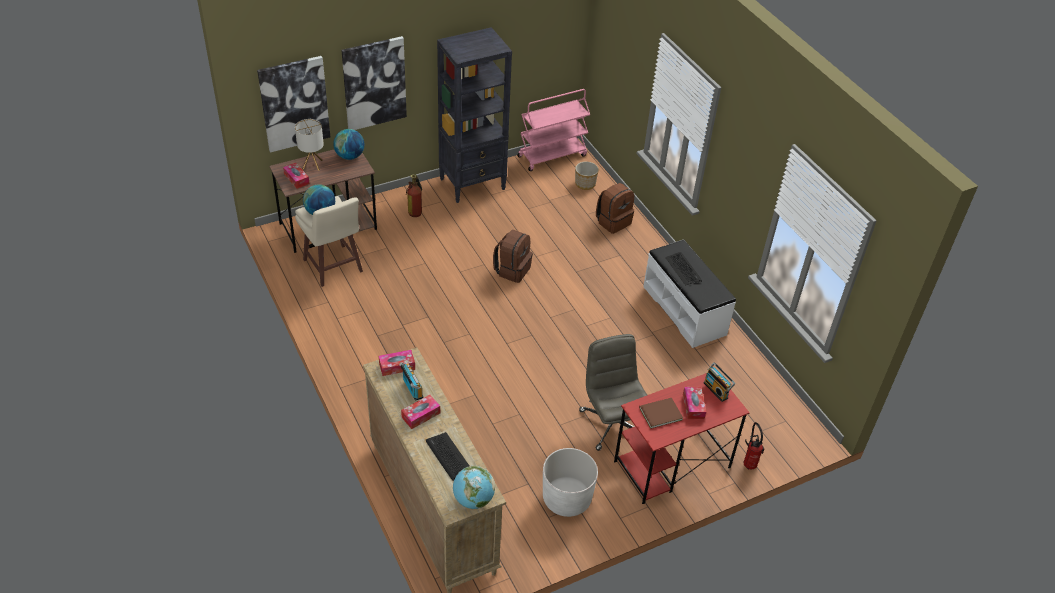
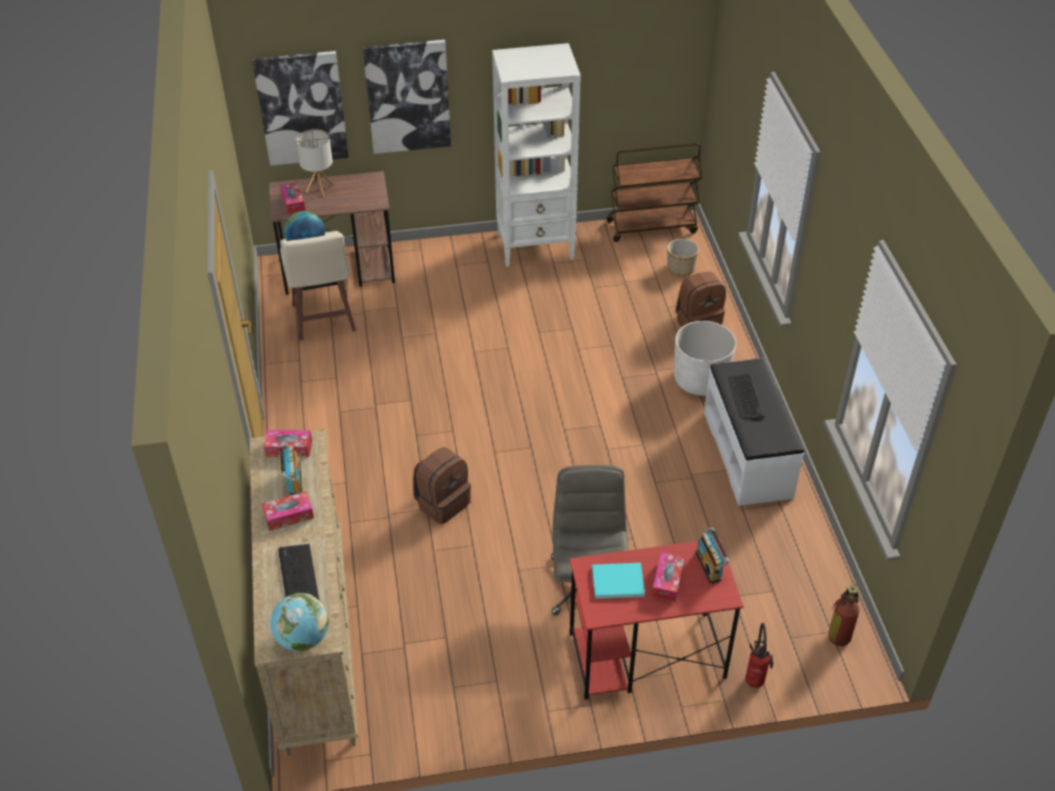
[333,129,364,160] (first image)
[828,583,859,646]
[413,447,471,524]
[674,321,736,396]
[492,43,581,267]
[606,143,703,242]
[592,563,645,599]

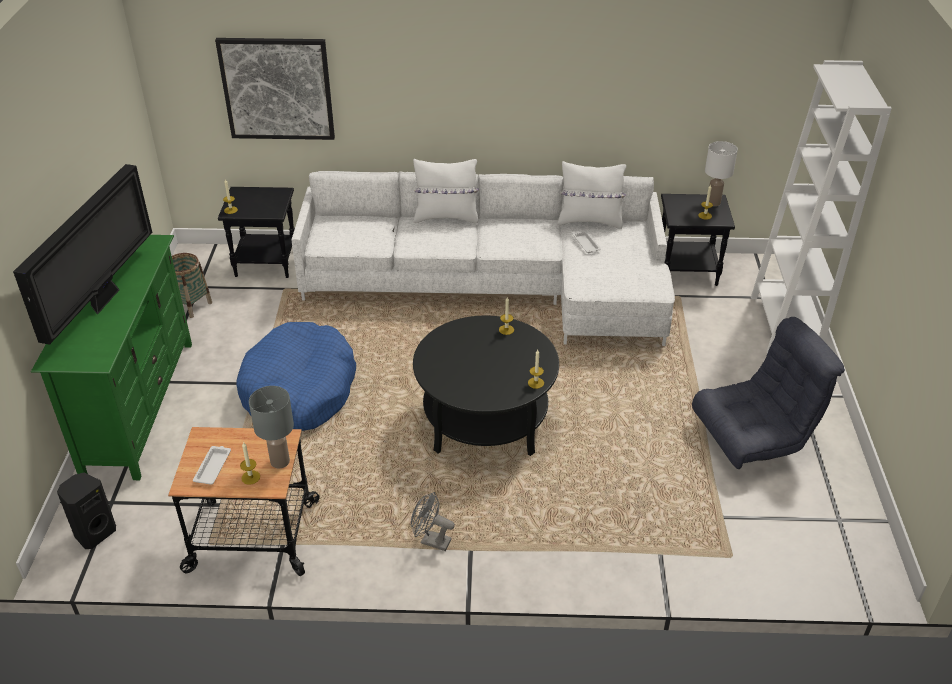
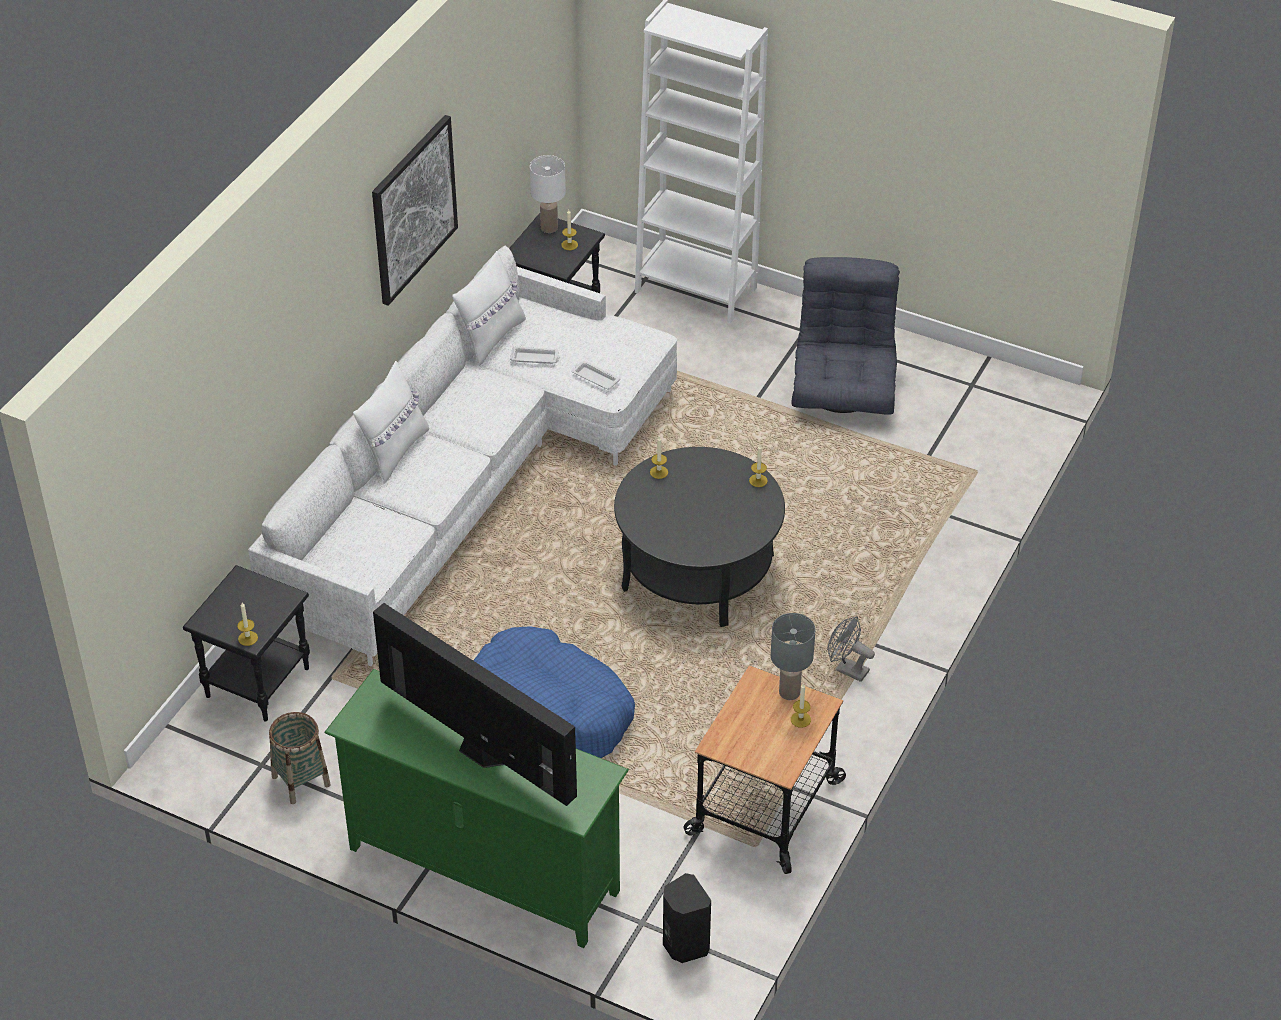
[572,361,620,390]
[372,115,458,306]
[827,617,875,682]

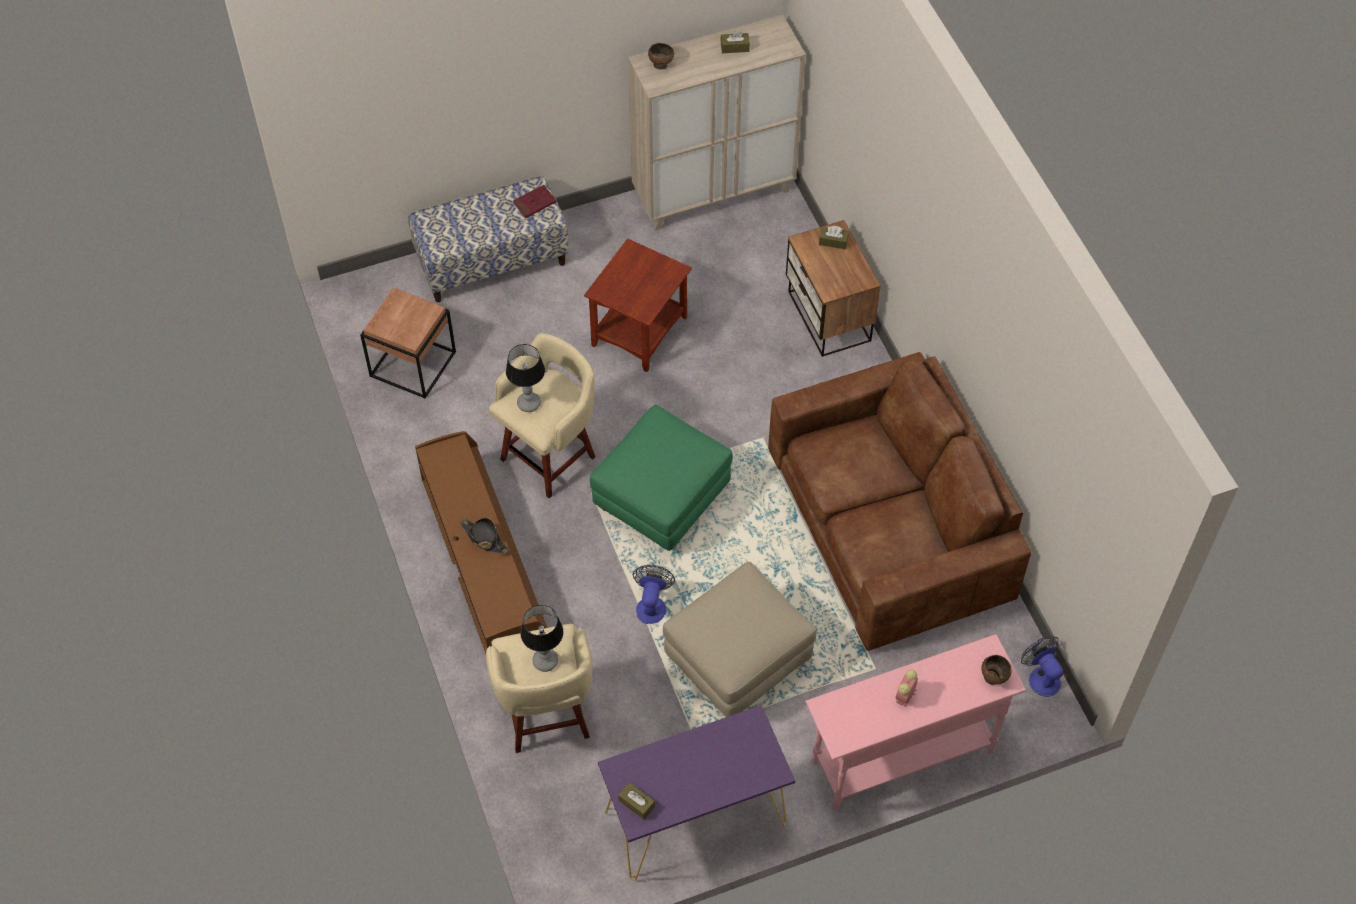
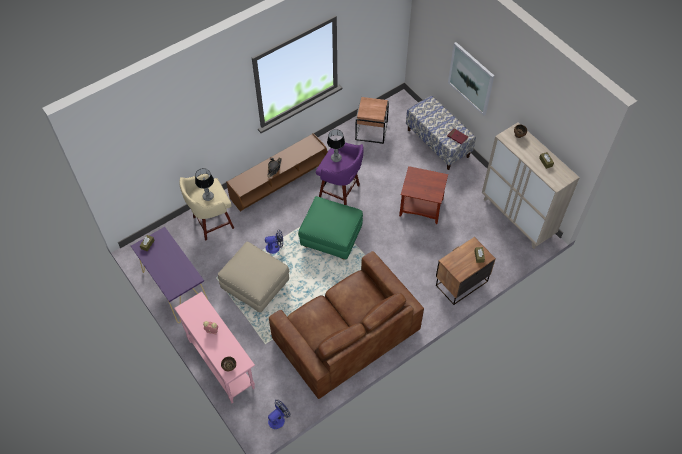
[448,42,494,116]
[316,142,364,205]

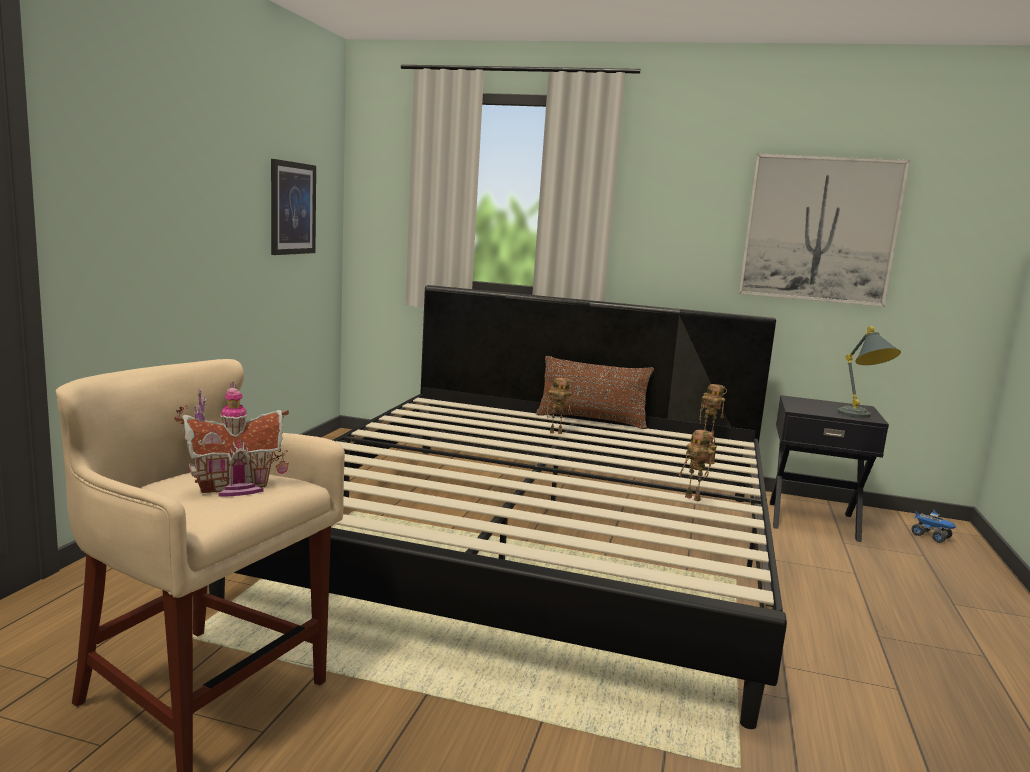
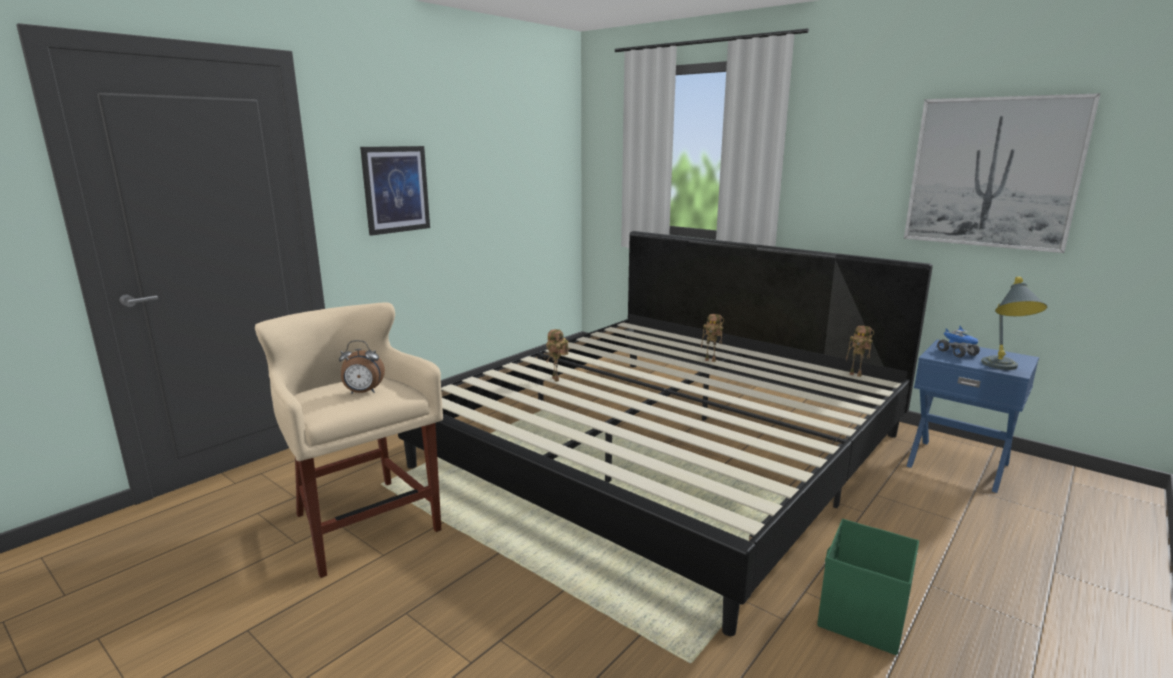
[536,356,654,429] (first image)
[817,519,919,655]
[360,146,430,236]
[545,329,569,382]
[937,326,980,358]
[339,340,385,394]
[906,339,1039,493]

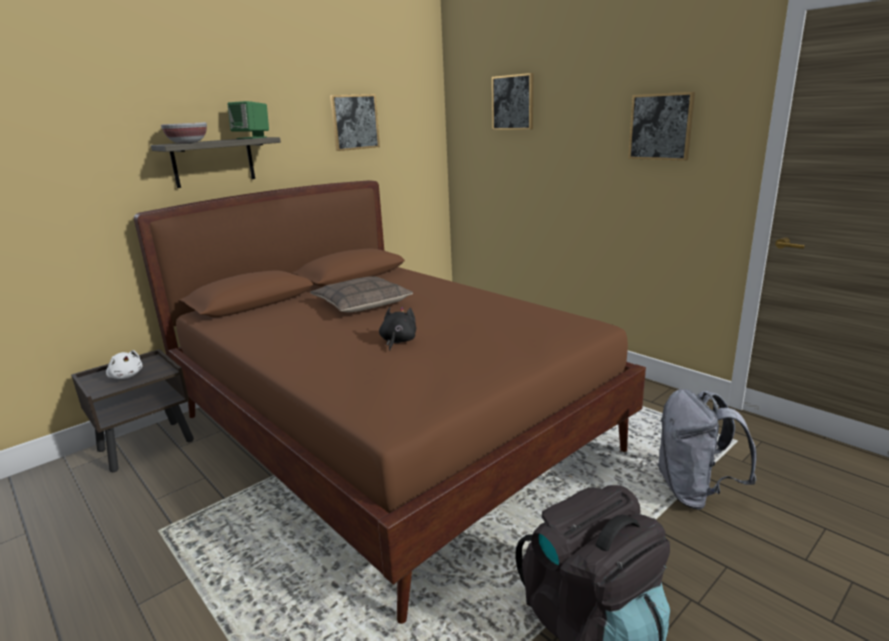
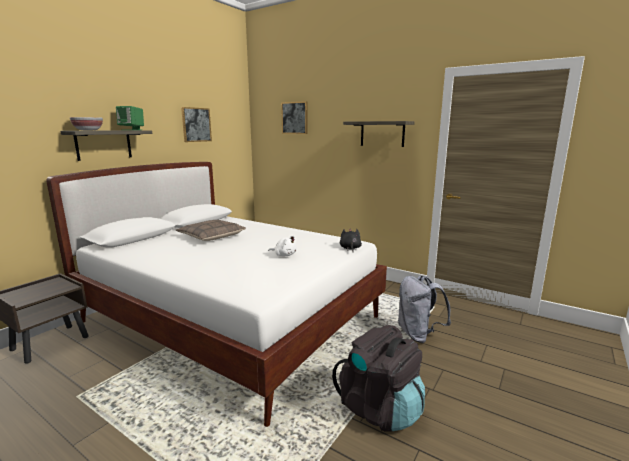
[268,236,297,256]
[340,229,362,252]
[343,121,414,147]
[46,162,387,427]

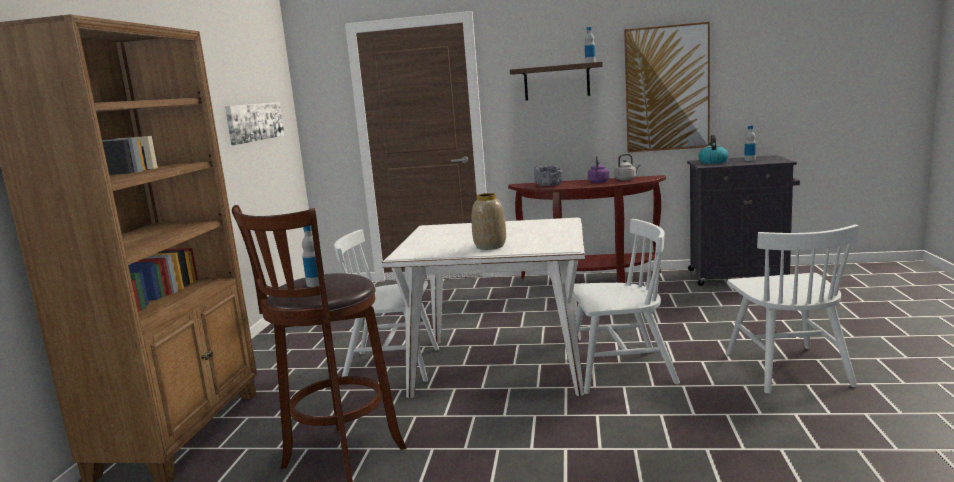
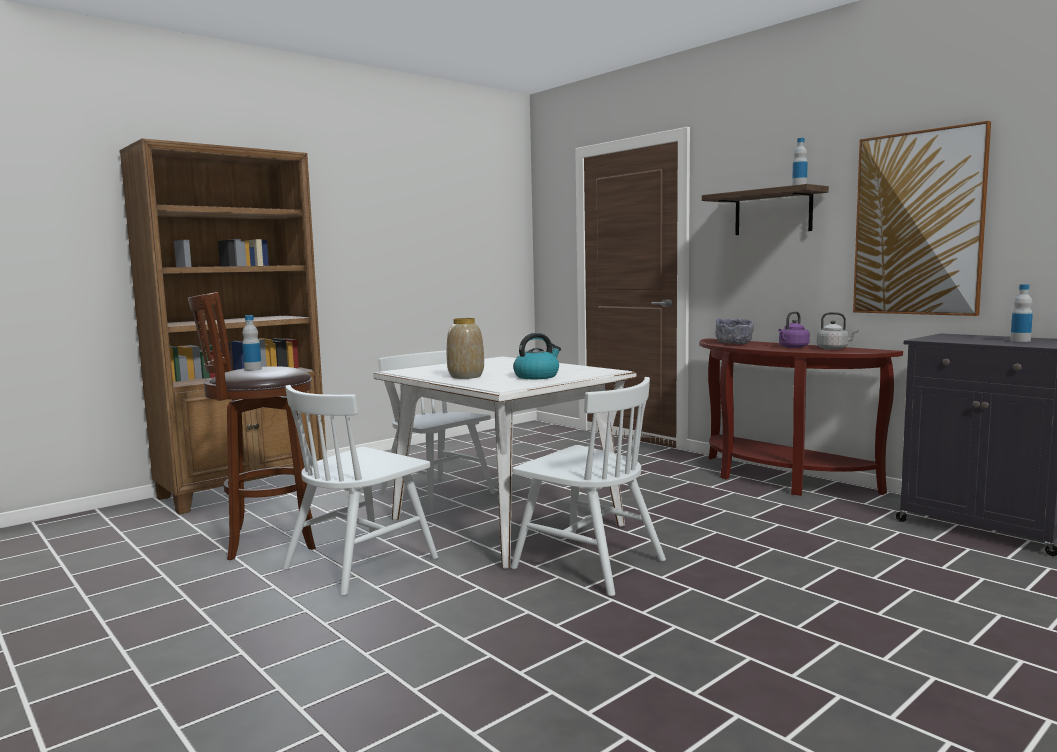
[225,102,284,145] (first image)
[513,333,561,379]
[282,385,438,596]

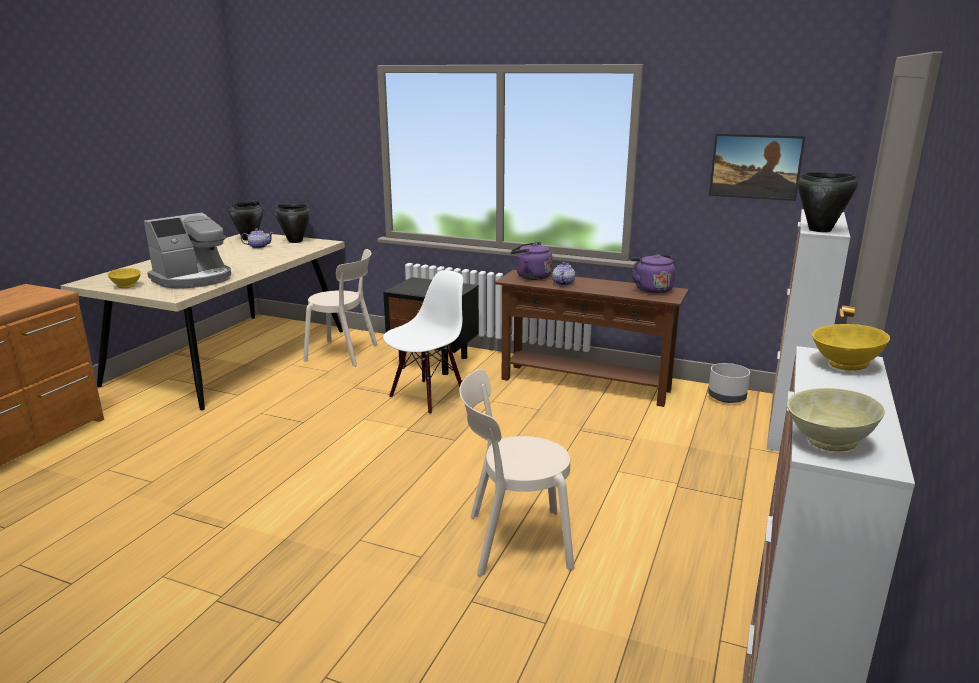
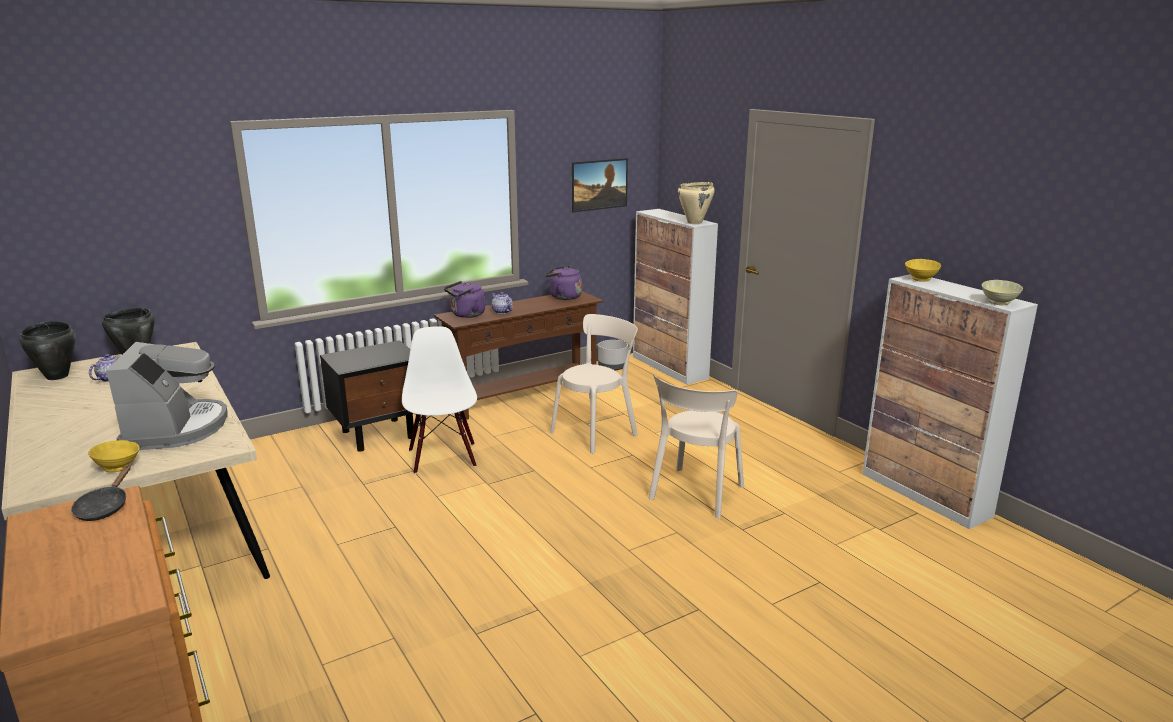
[71,466,131,521]
[550,314,638,454]
[678,182,715,224]

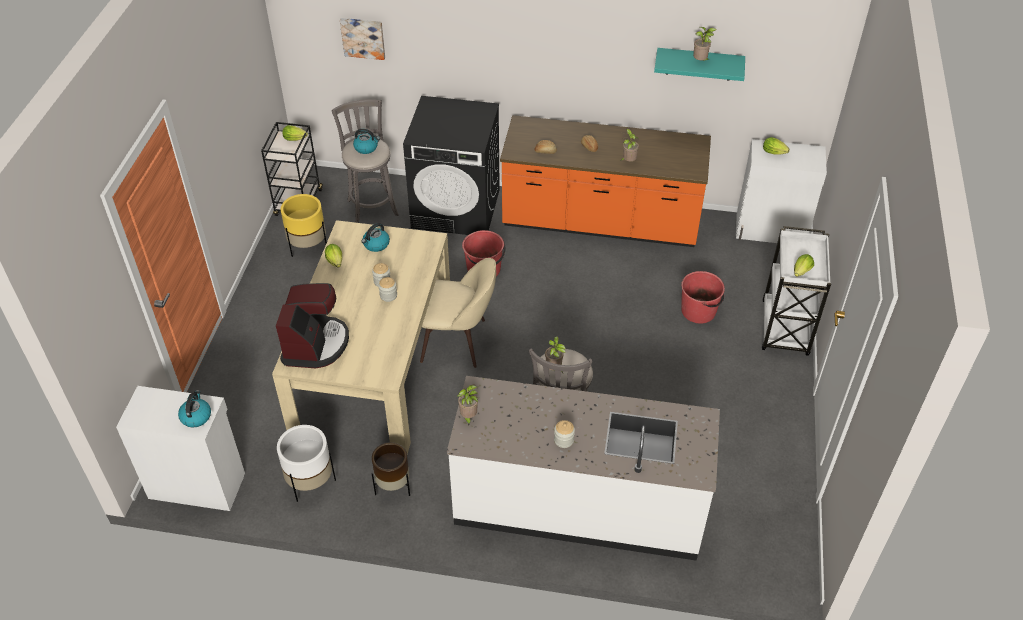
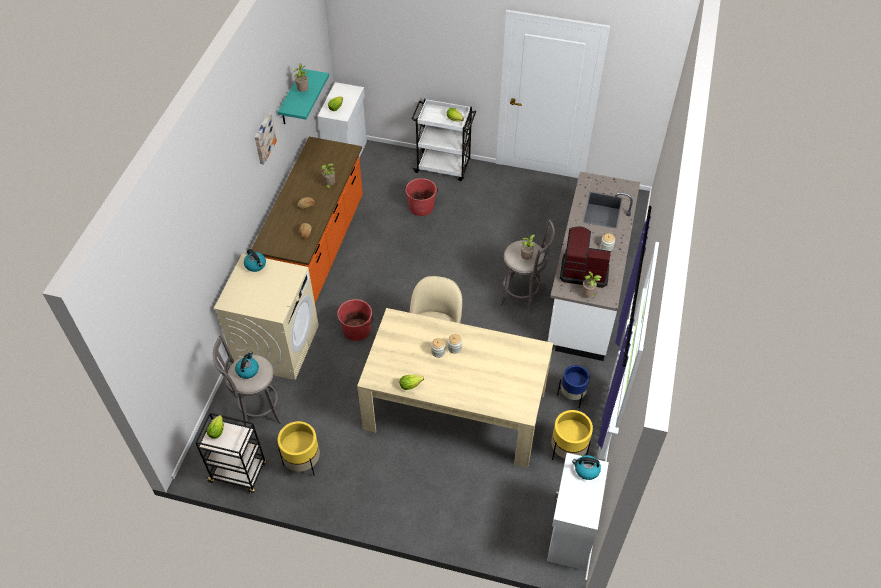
[560,226,611,288]
[255,113,277,165]
[244,249,266,272]
[551,410,593,460]
[557,365,590,408]
[214,254,319,380]

